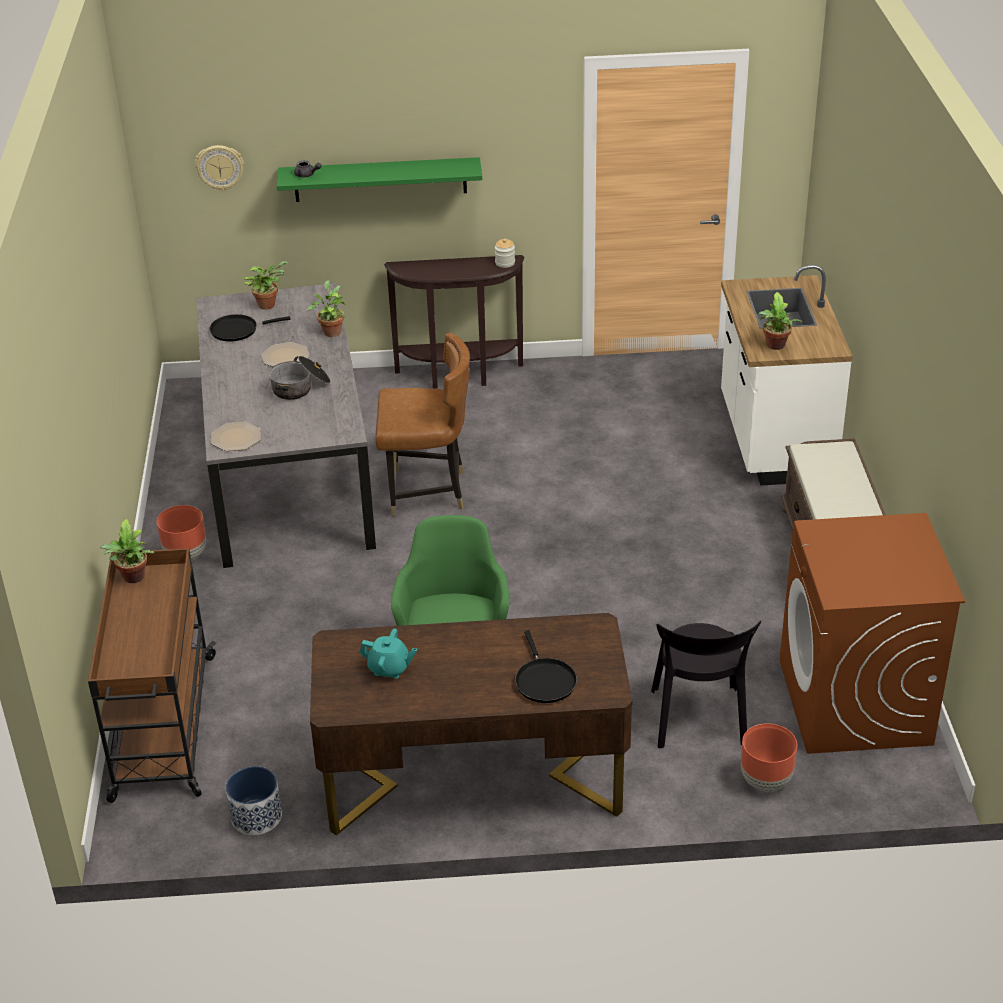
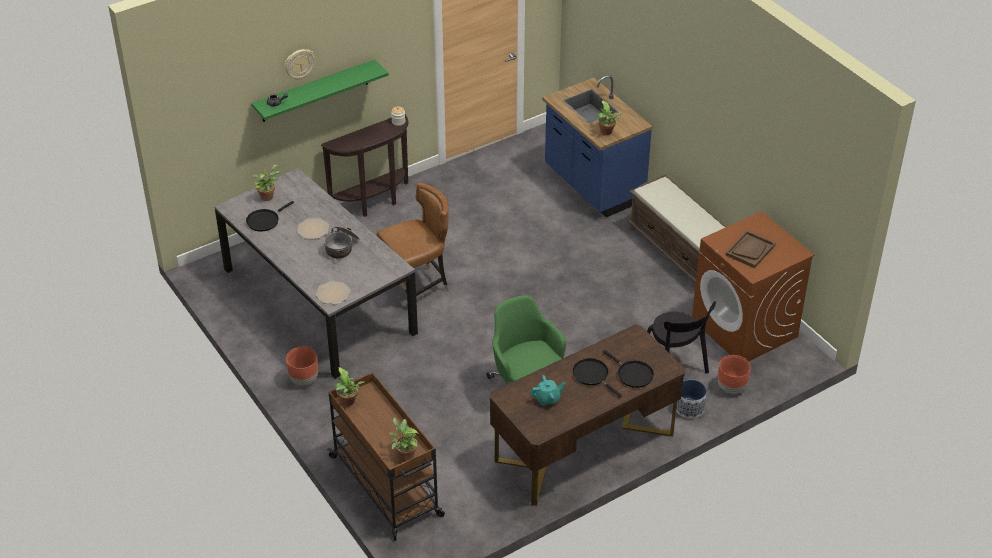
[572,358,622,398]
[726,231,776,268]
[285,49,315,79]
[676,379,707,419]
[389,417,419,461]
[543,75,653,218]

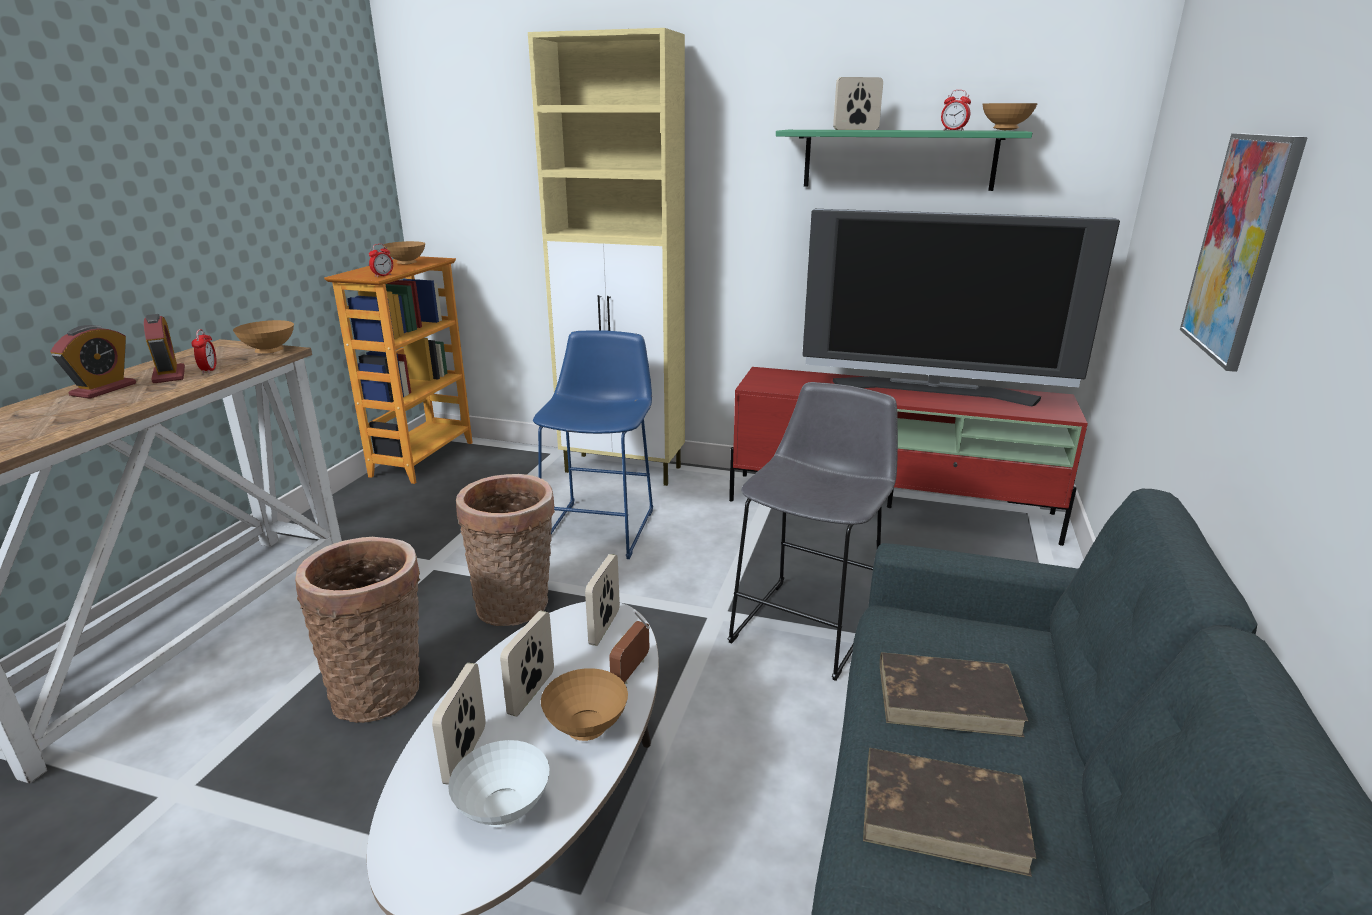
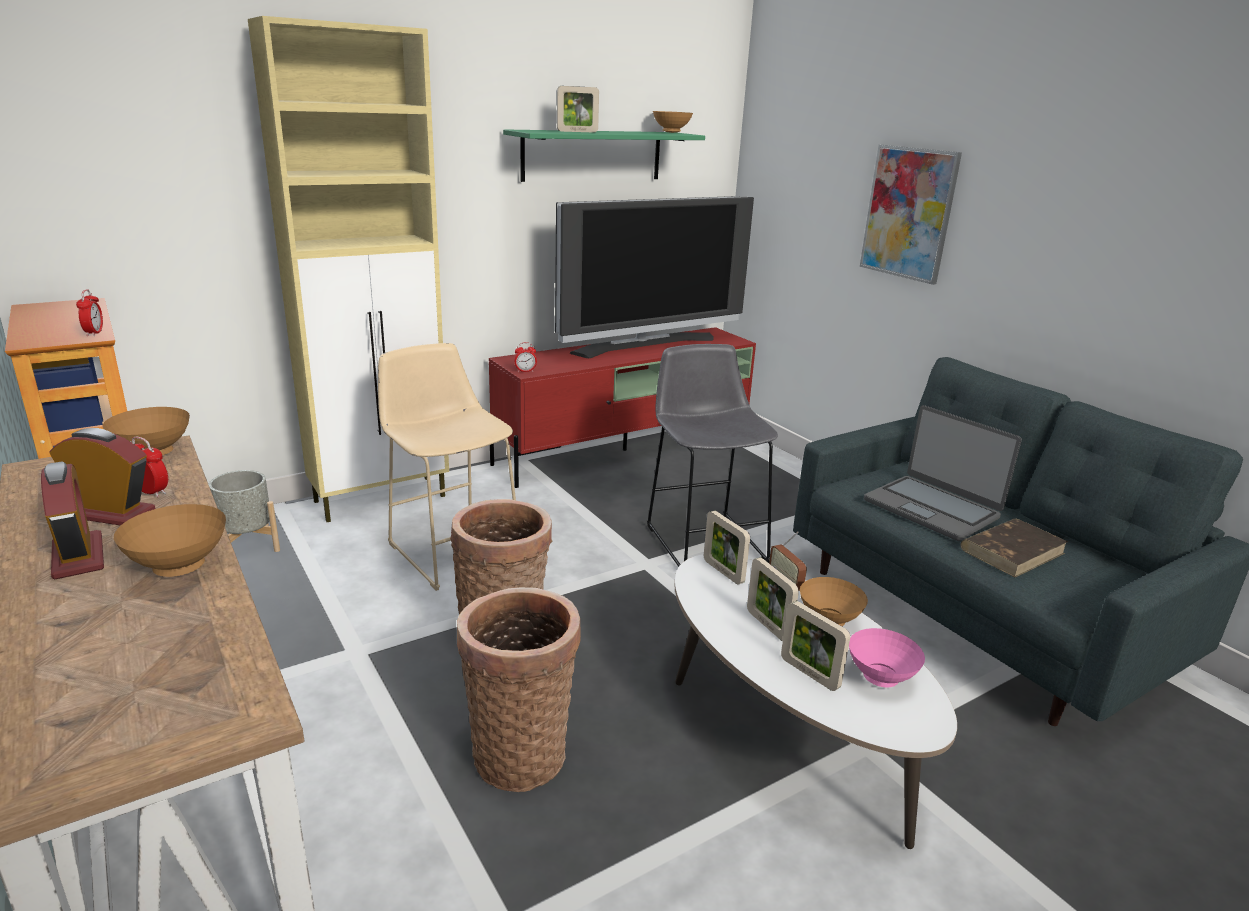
[209,470,280,552]
[114,504,226,577]
[514,342,537,372]
[864,405,1022,541]
[849,628,925,687]
[378,343,516,591]
[557,86,599,132]

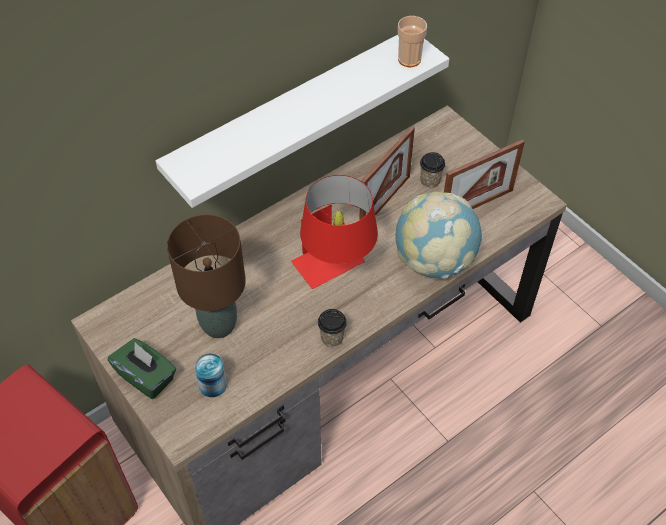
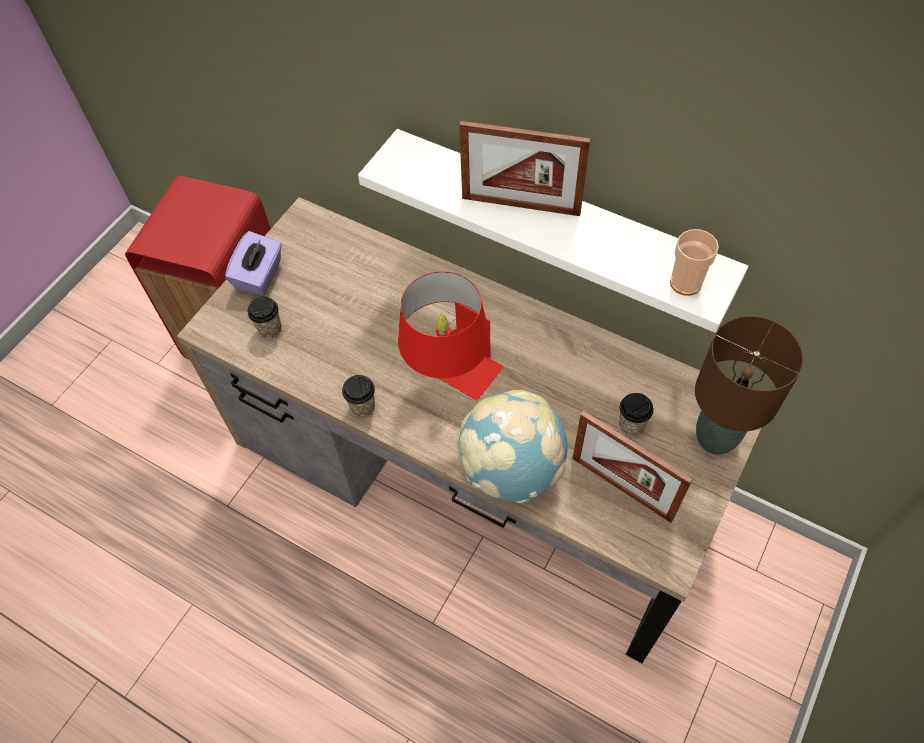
[695,316,804,455]
[459,121,590,216]
[248,296,281,338]
[225,231,282,295]

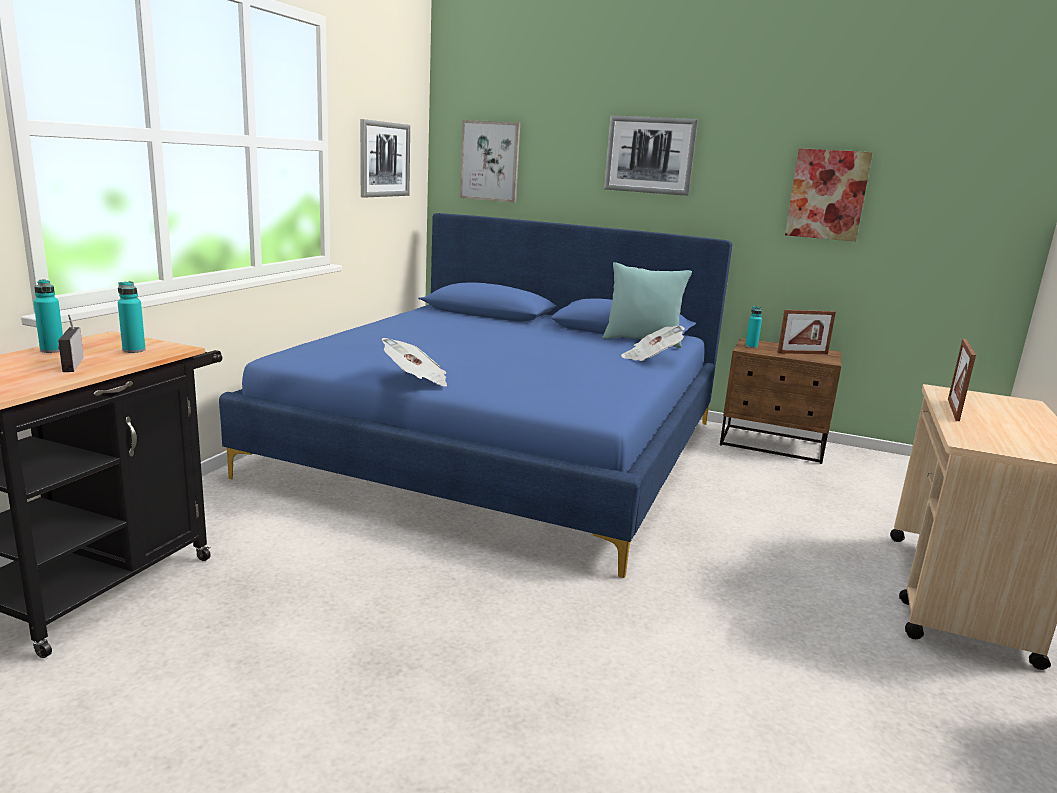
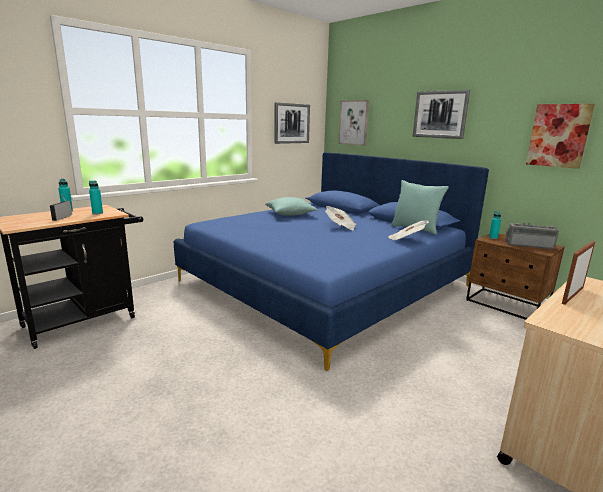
[265,197,318,216]
[325,206,356,230]
[506,222,559,250]

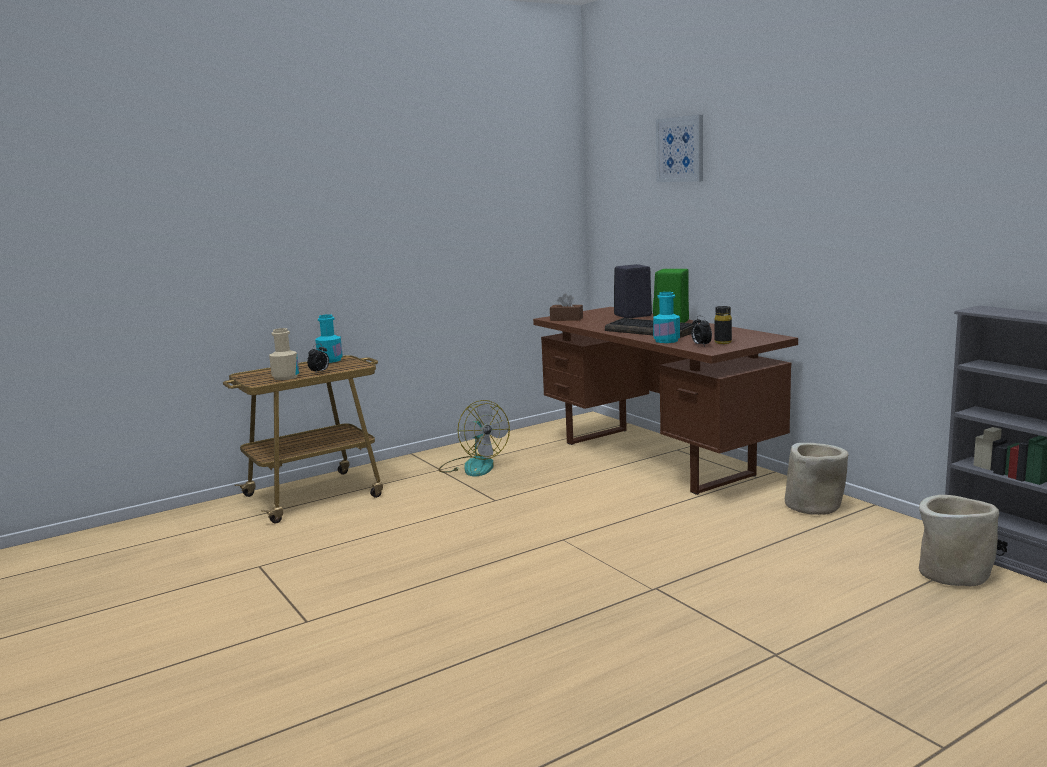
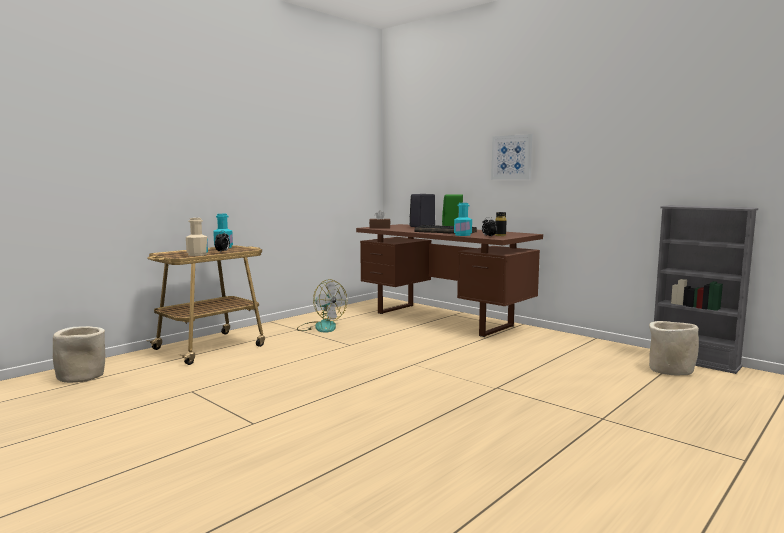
[491,134,532,179]
[53,326,105,383]

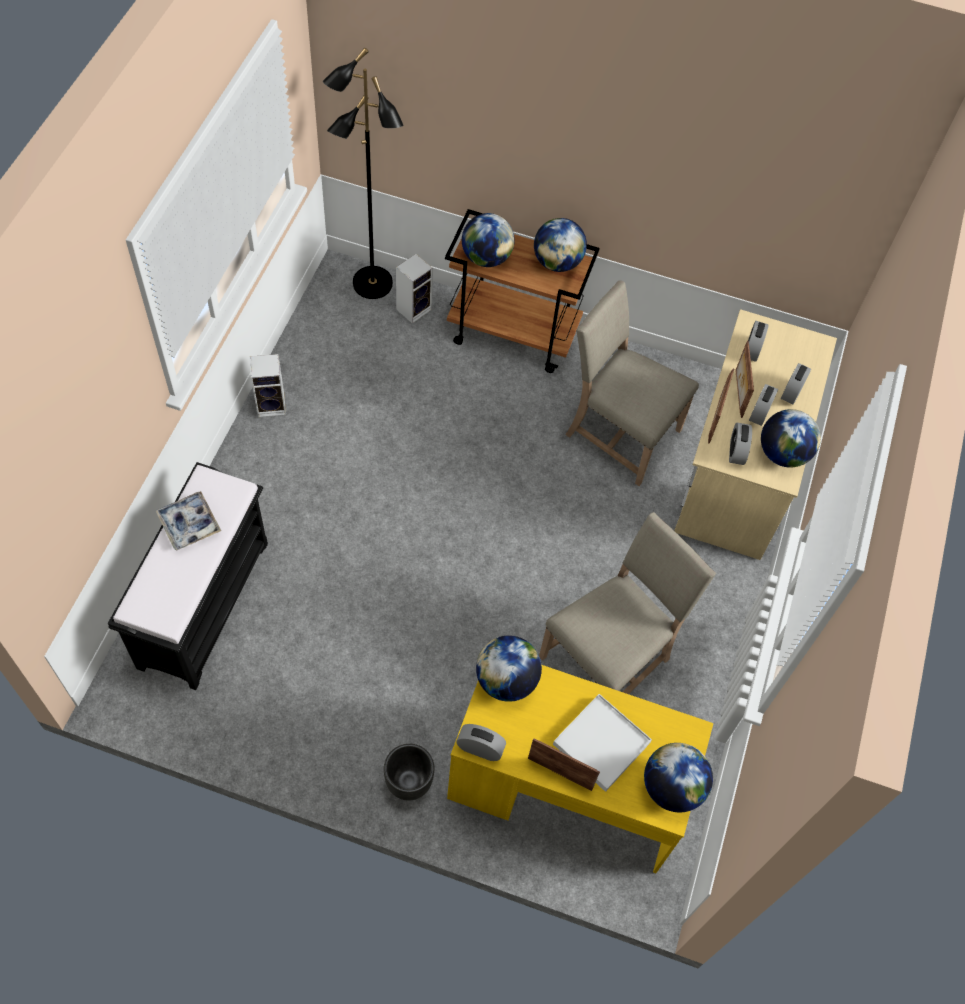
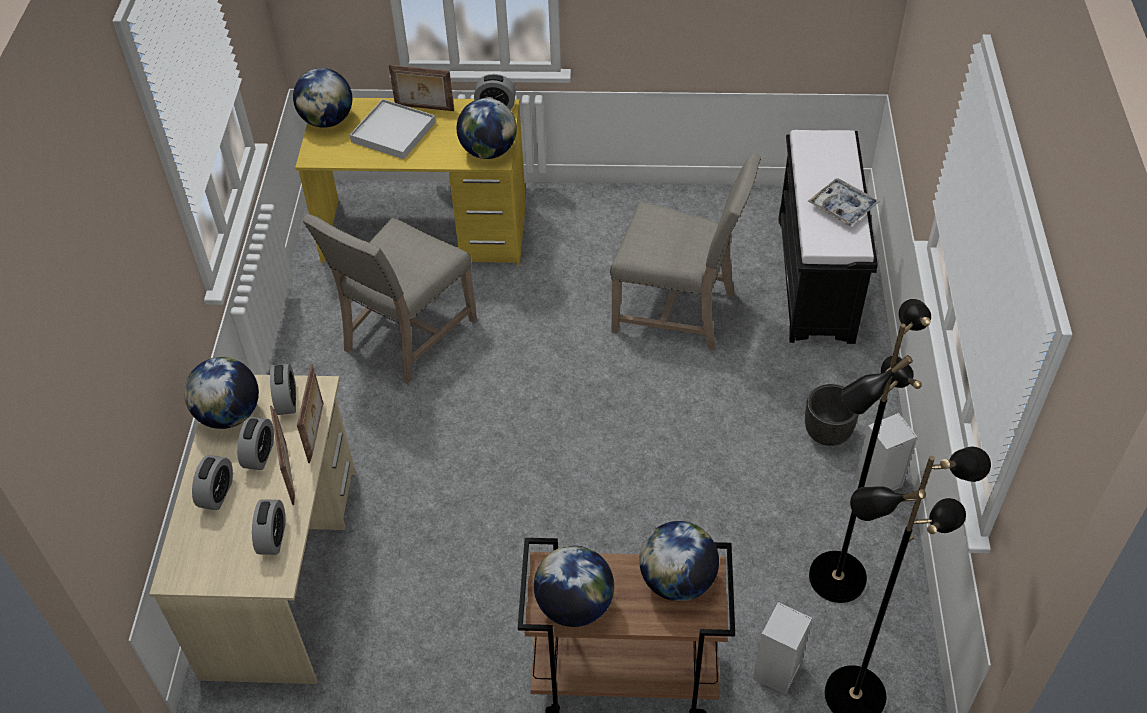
[809,299,931,603]
[805,384,859,446]
[610,153,761,350]

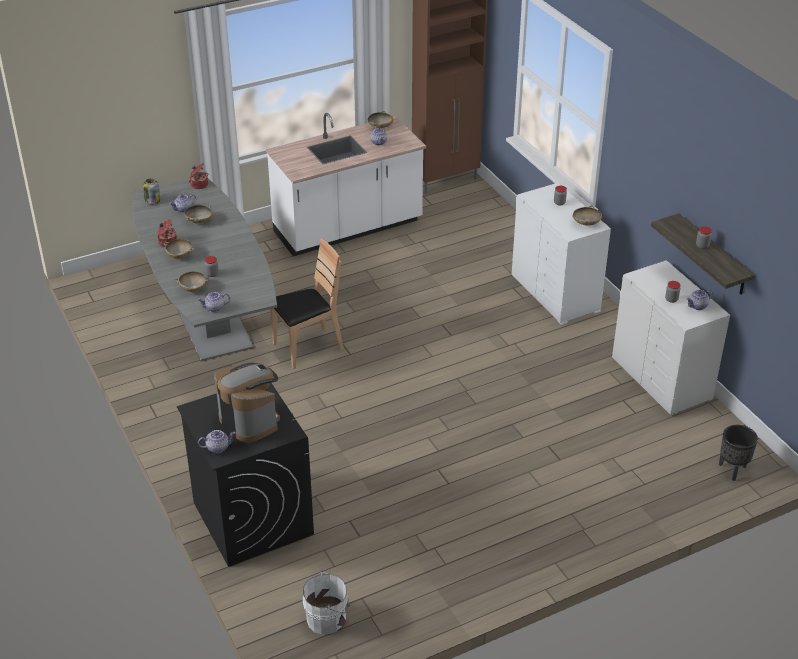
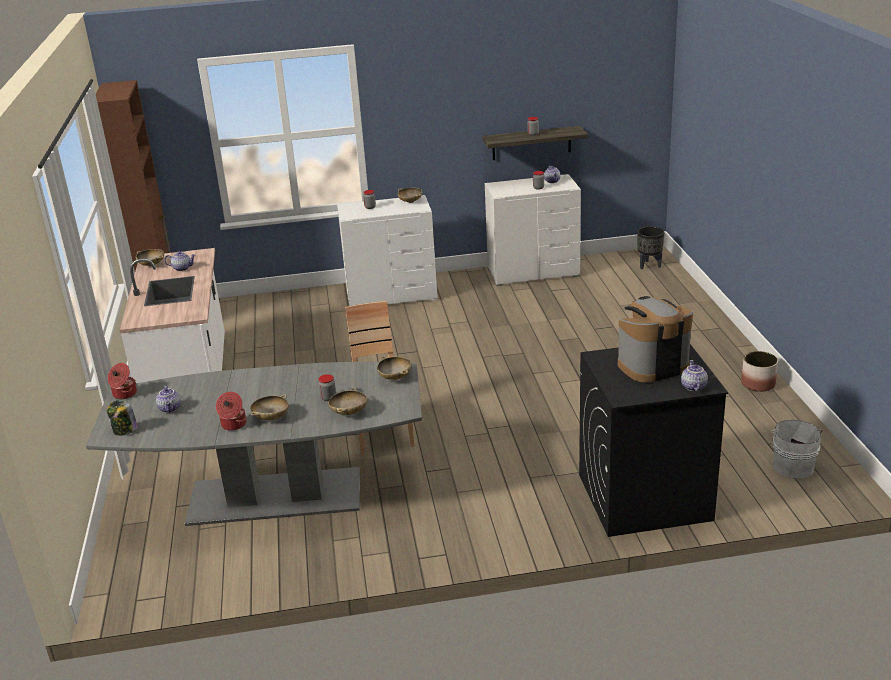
[197,292,230,312] (first image)
[741,351,778,392]
[377,357,412,380]

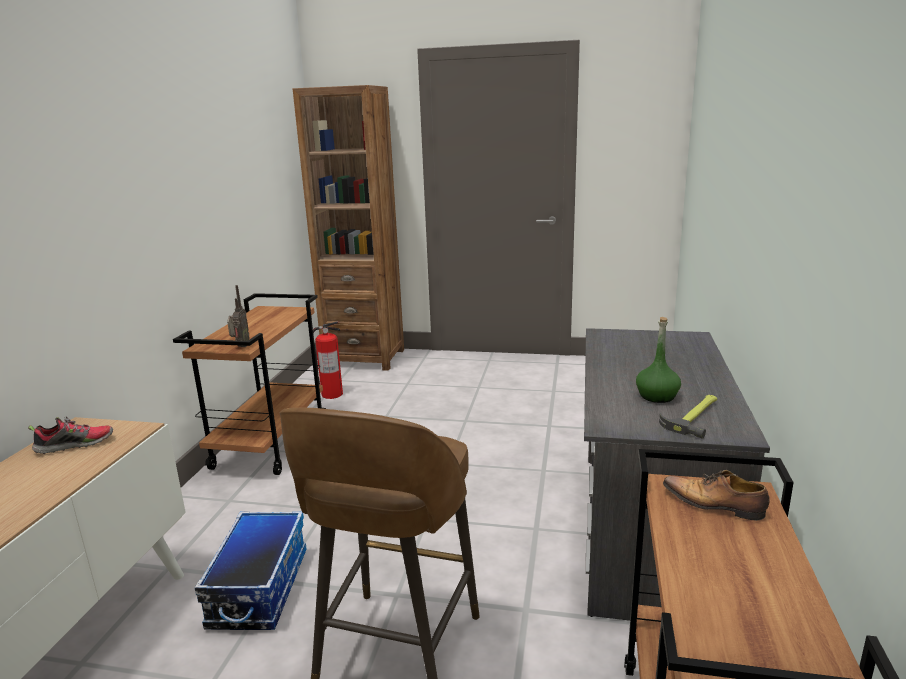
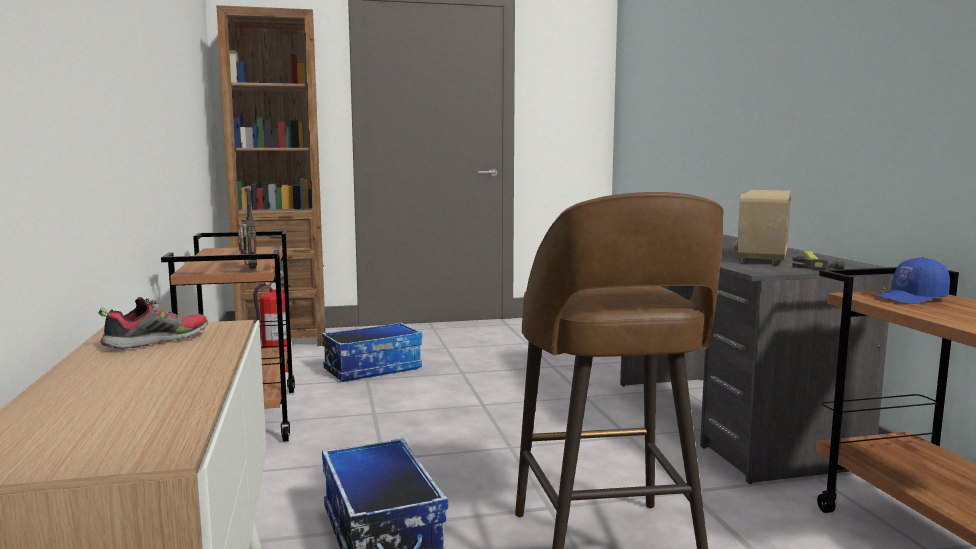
[322,322,423,382]
[733,190,791,264]
[874,257,950,304]

